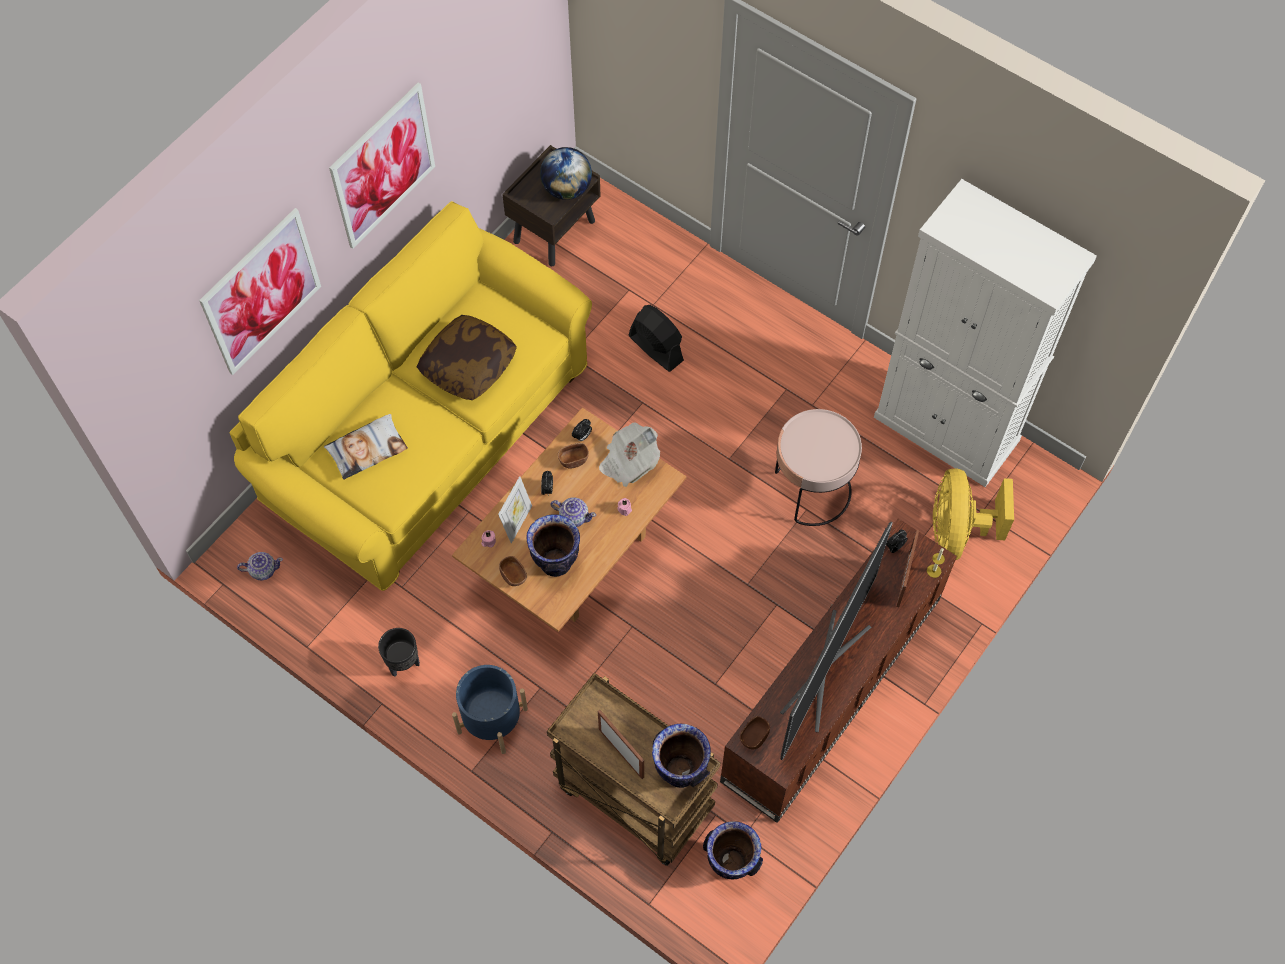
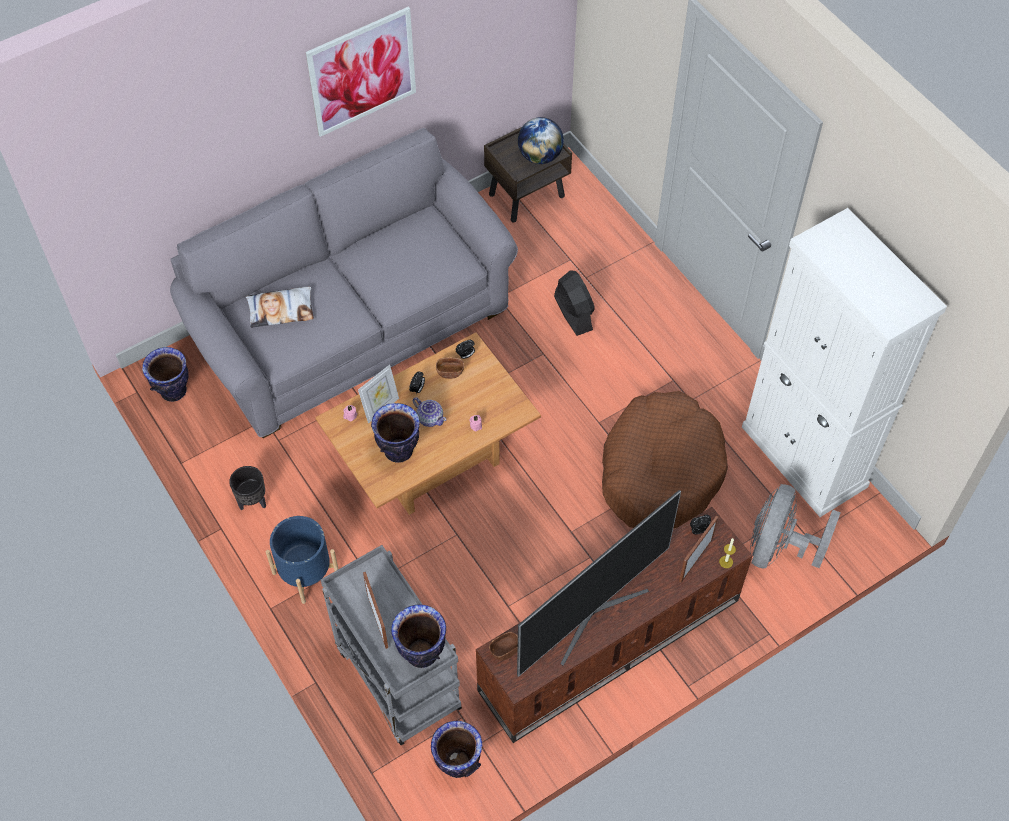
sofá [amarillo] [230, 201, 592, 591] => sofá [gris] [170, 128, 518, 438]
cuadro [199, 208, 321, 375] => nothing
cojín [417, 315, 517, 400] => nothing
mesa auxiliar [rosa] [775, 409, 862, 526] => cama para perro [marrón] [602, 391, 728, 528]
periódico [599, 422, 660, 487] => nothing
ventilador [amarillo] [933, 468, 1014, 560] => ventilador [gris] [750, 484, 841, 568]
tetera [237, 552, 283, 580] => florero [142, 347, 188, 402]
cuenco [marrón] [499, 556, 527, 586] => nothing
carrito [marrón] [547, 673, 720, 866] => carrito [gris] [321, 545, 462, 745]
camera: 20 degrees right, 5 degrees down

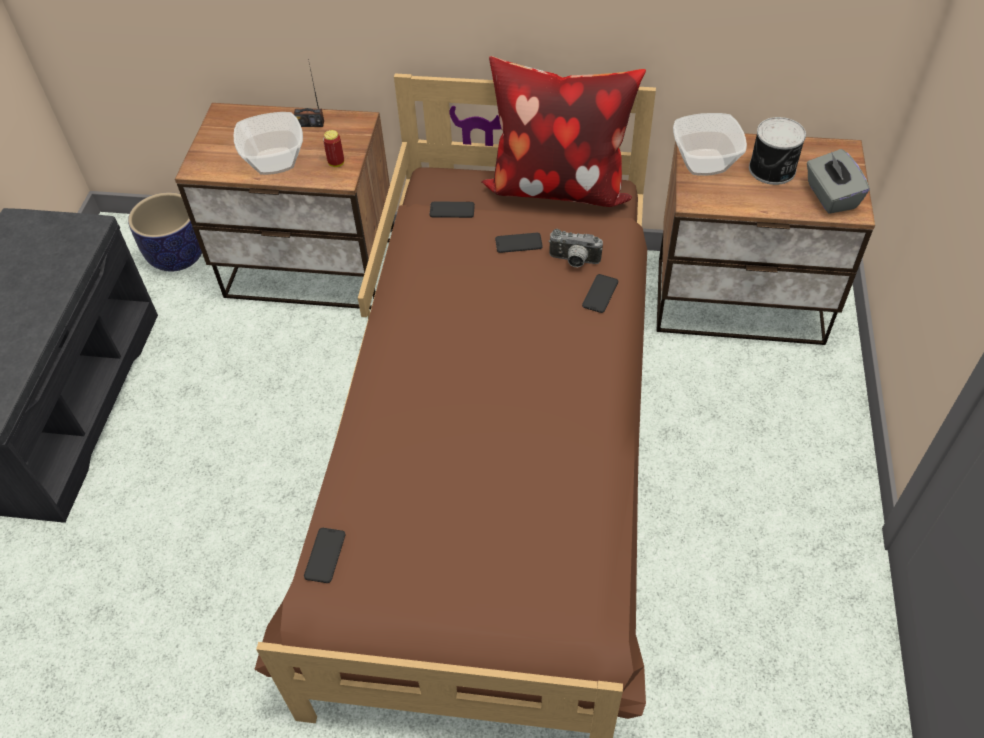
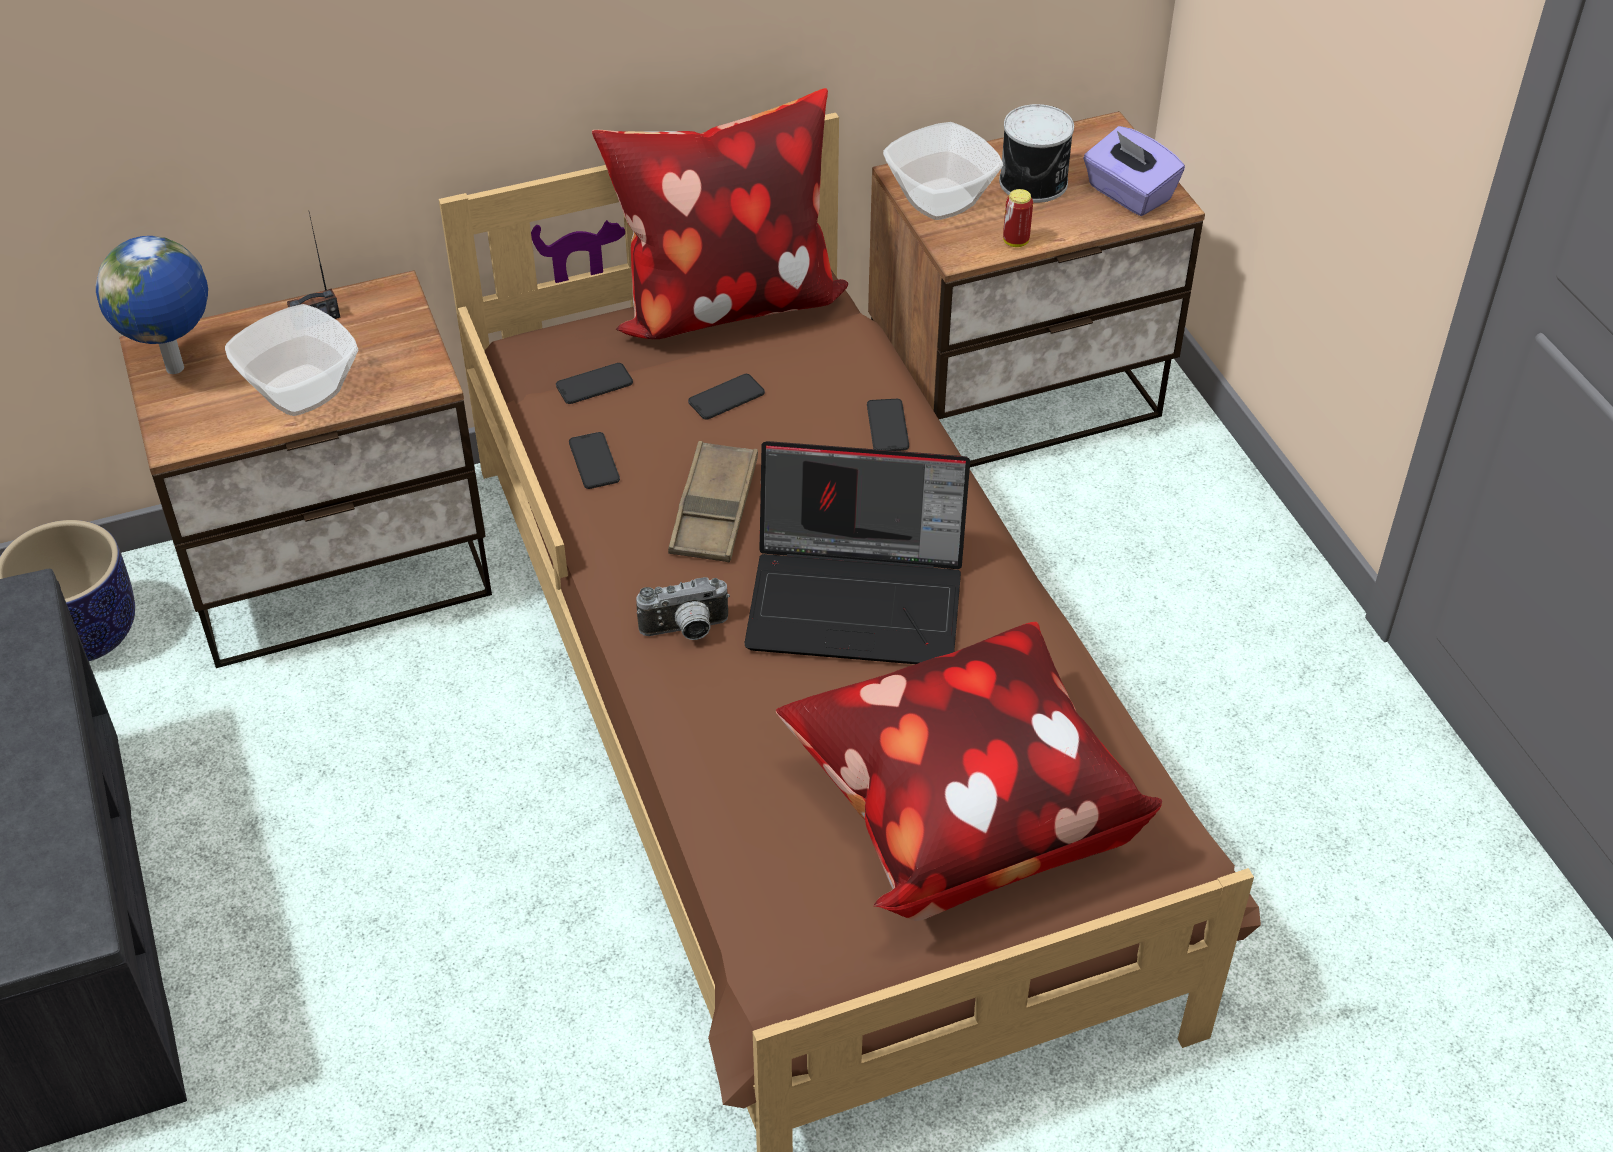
lata [323, 130, 344, 167] => lata [1003, 189, 1033, 247], moved
caja de pañuelos [gris] [807, 149, 870, 214] => caja de pañuelos [morado] [1083, 126, 1185, 216]
cámara [549, 229, 603, 267] => cámara [636, 577, 730, 640], moved
móvil [304, 528, 346, 583] => móvil [569, 432, 620, 489], moved
nothing => globo terráqueo [96, 236, 208, 374]
nothing => bandeja [marrón] [668, 441, 758, 562]
nothing => portátil [744, 441, 970, 664]
nothing => cojín [776, 622, 1162, 921]
camera: 30 degrees left, 5 degrees down

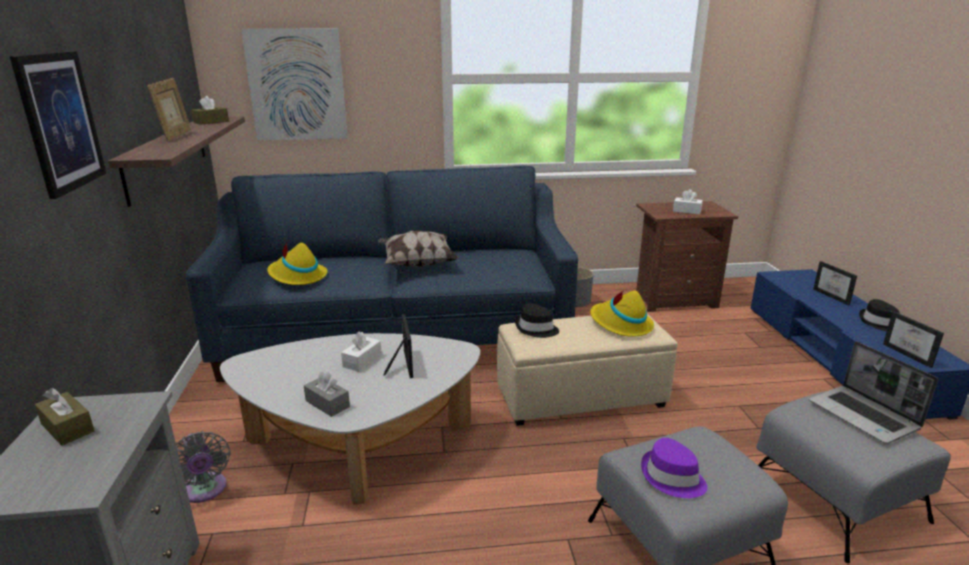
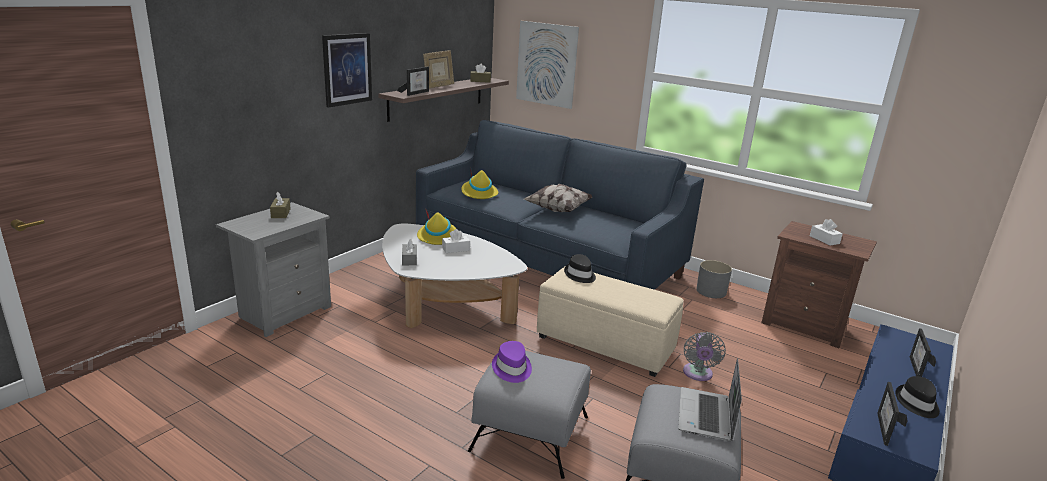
sombrero [amarillo] [590, 290, 654, 337] => sombrero [amarillo] [417, 208, 456, 245], moved
portarretratos [383, 314, 413, 378] => portarretratos [398, 67, 429, 96], moved
ventilador [gris] [176, 431, 230, 503] => ventilador [gris] [683, 332, 726, 381], moved
camera: 40 degrees right, 0 degrees up

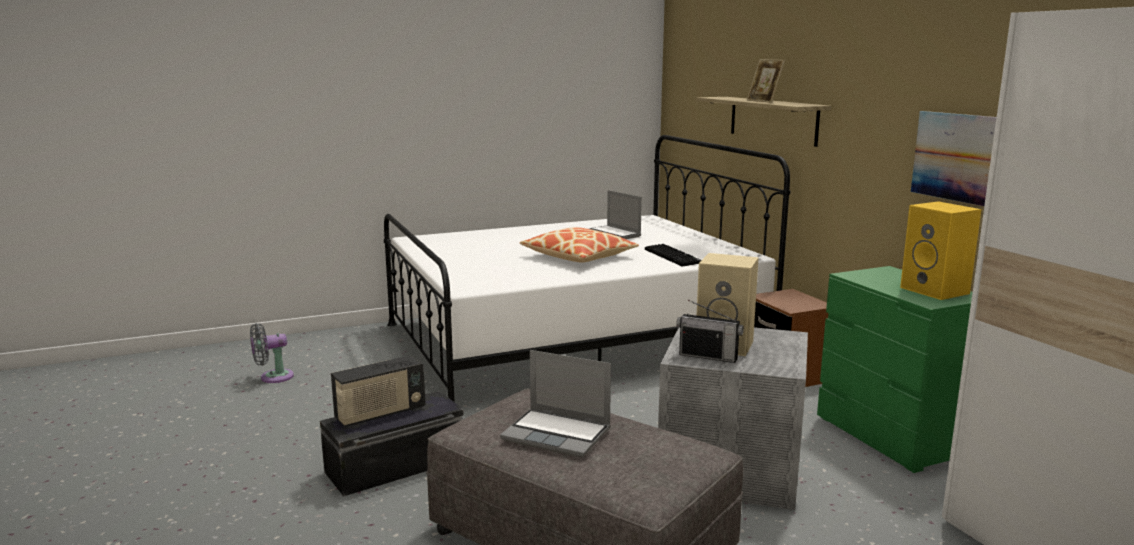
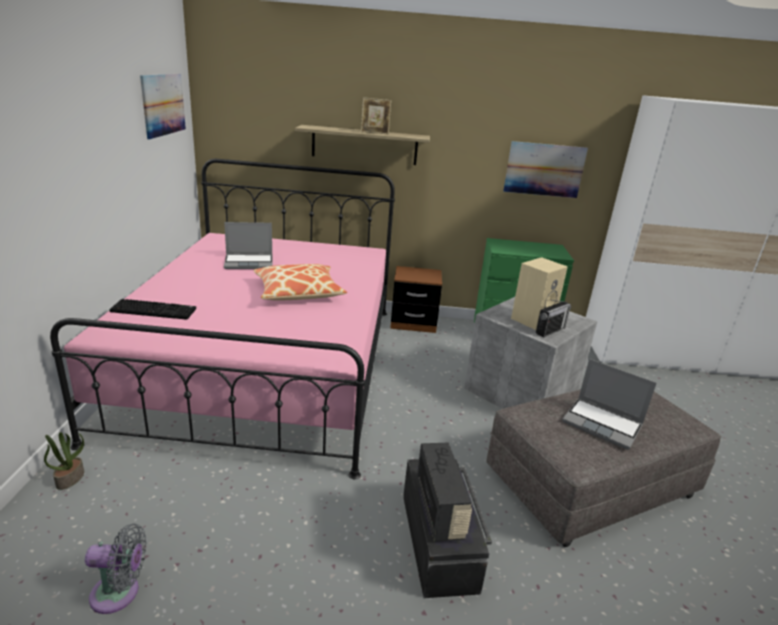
cama [blanco] [384, 135, 790, 402] => cama [rosa] [50, 159, 395, 479]
altavoz [amarillo] [900, 201, 981, 300] => nothing
teclado [645, 244, 701, 267] => teclado [109, 299, 196, 320], moved
ventilador [gris] [250, 323, 294, 383] => ventilador [gris] [85, 524, 146, 614], 90 degrees counterclockwise
portátil [500, 350, 611, 458] => portátil [562, 359, 657, 450], 75 degrees clockwise
nothing => cuadro [140, 74, 186, 139]
nothing => planta en maceta [44, 432, 84, 490]
camera: 65 degrees left, 10 degrees up

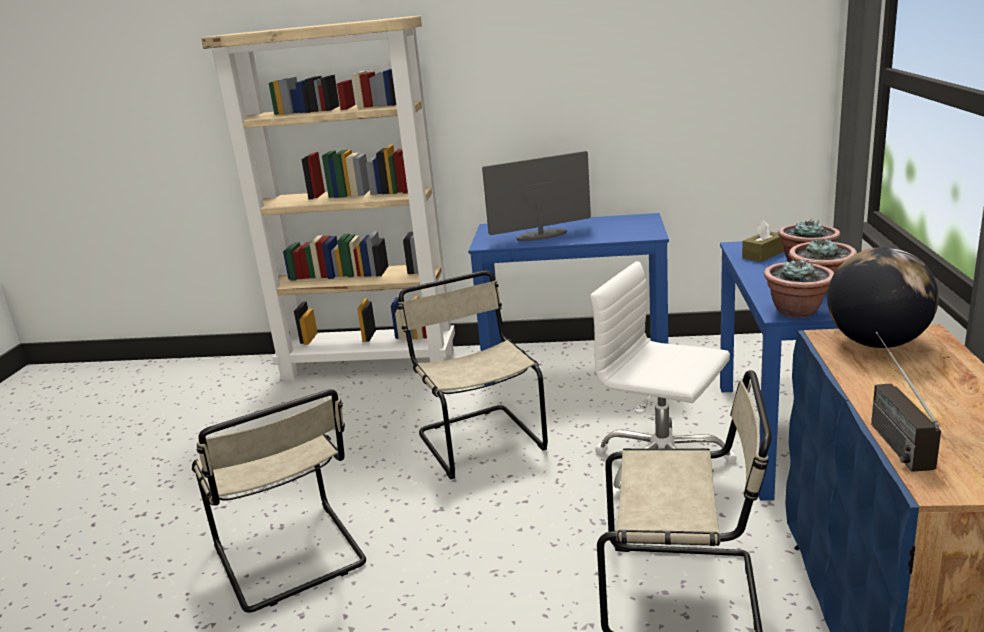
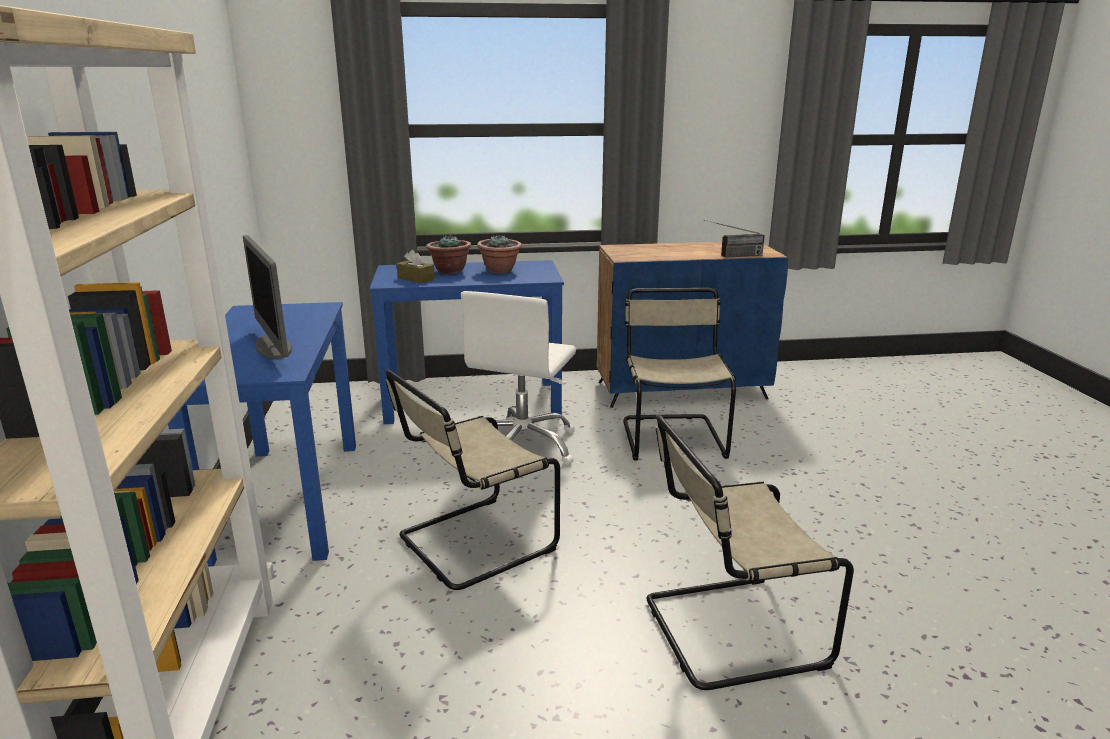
globo terráqueo [827, 247, 939, 348] => nothing
planta en maceta [764, 259, 834, 318] => nothing
silla [beis] [192, 389, 366, 613] => silla [beis] [647, 415, 854, 690], 150 degrees counterclockwise
camera: 105 degrees left, 0 degrees up

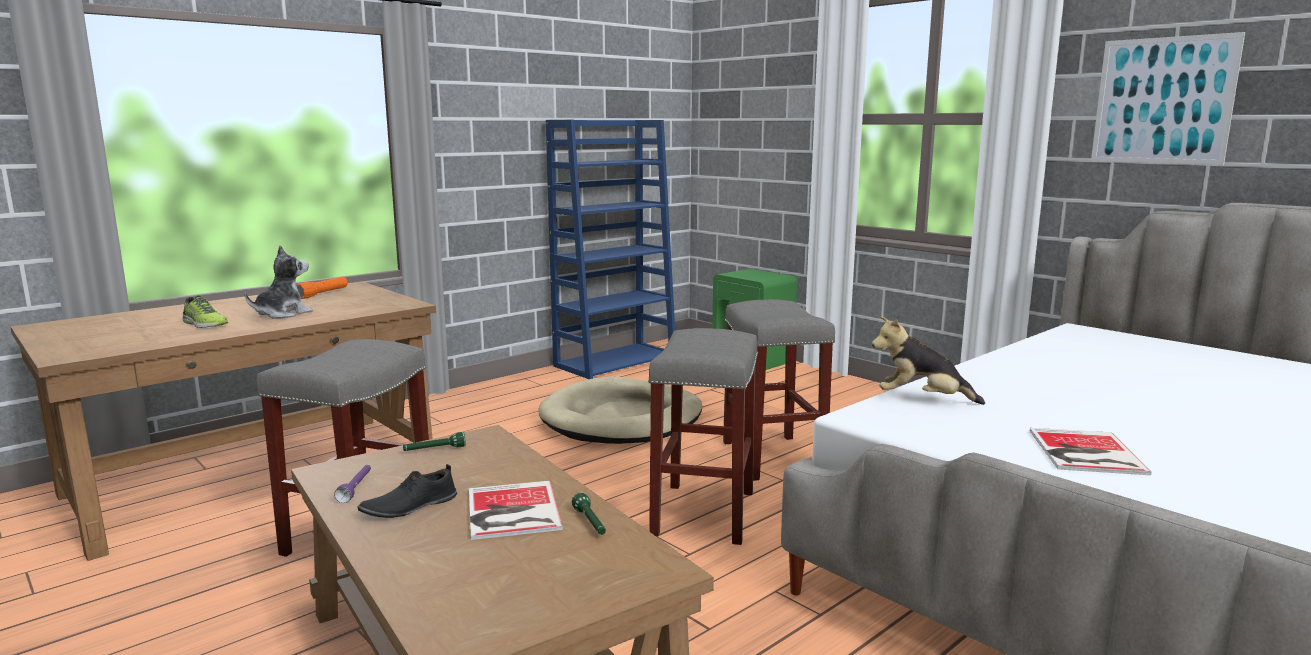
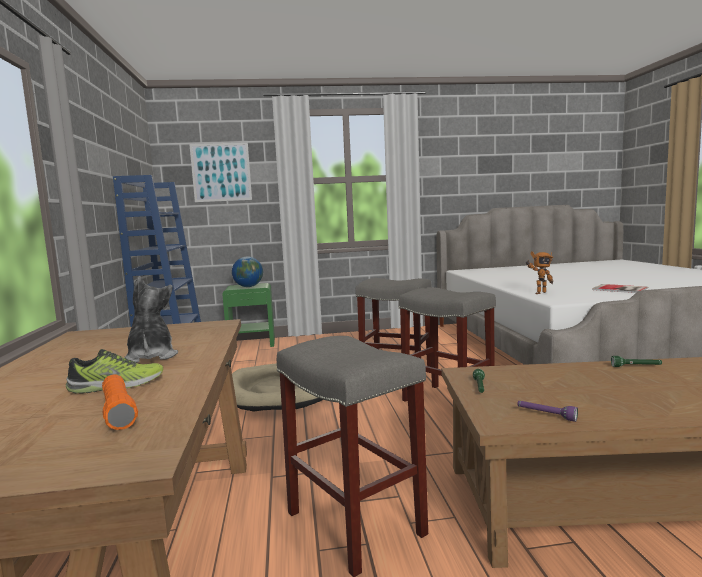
cuadro [1091, 32, 1245, 165] => cuadro [189, 142, 252, 202], moved
linterna [naranja] [296, 276, 348, 299] => linterna [naranja] [102, 374, 138, 430], moved
peluche [872, 316, 985, 405] => robot de juguete [526, 251, 553, 294]
zapato [negro] [357, 464, 457, 518] => nothing
libro [469, 481, 563, 540] => nothing
nothing => globo terráqueo [232, 257, 263, 287]
camera: 55 degrees left, 5 degrees down

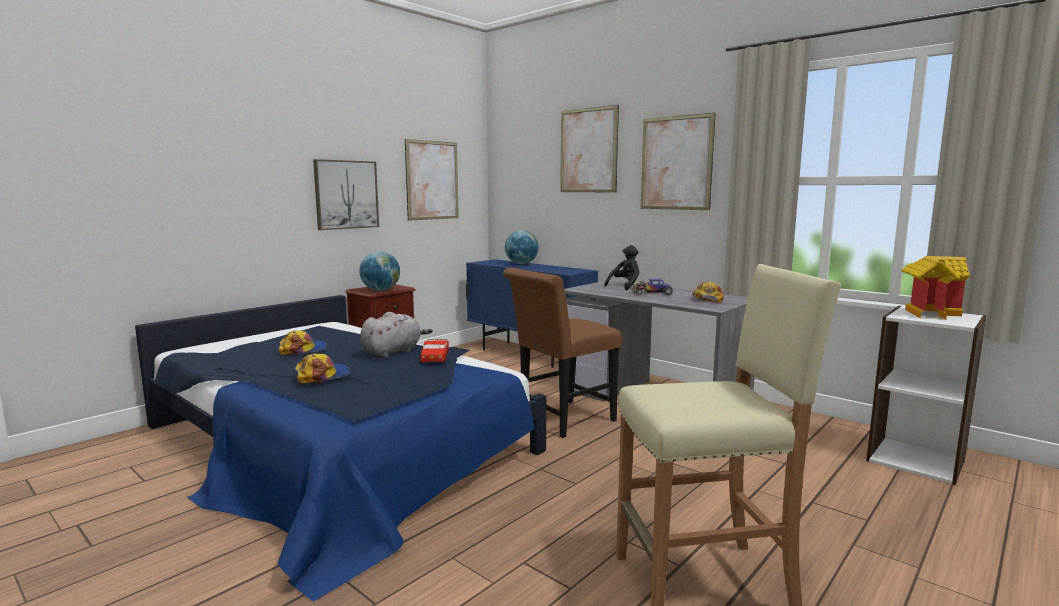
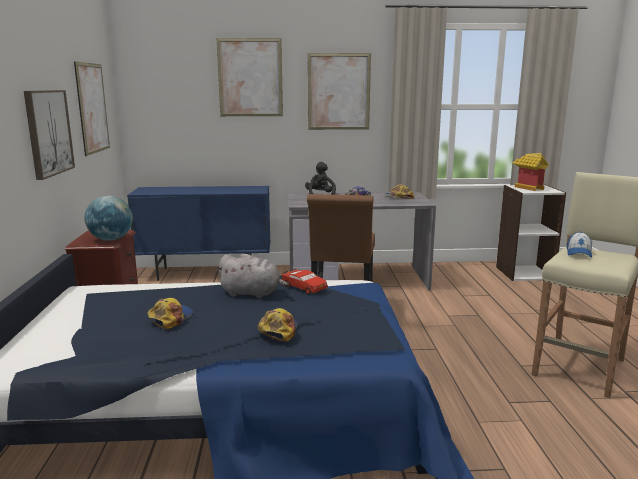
globo terráqueo [505, 230, 539, 264] => nothing
peluche [gris] [360, 312, 433, 358] => peluche [gris] [216, 254, 289, 299], 105 degrees clockwise
nothing => gorra [567, 232, 592, 258]
camera: 45 degrees left, 5 degrees up

